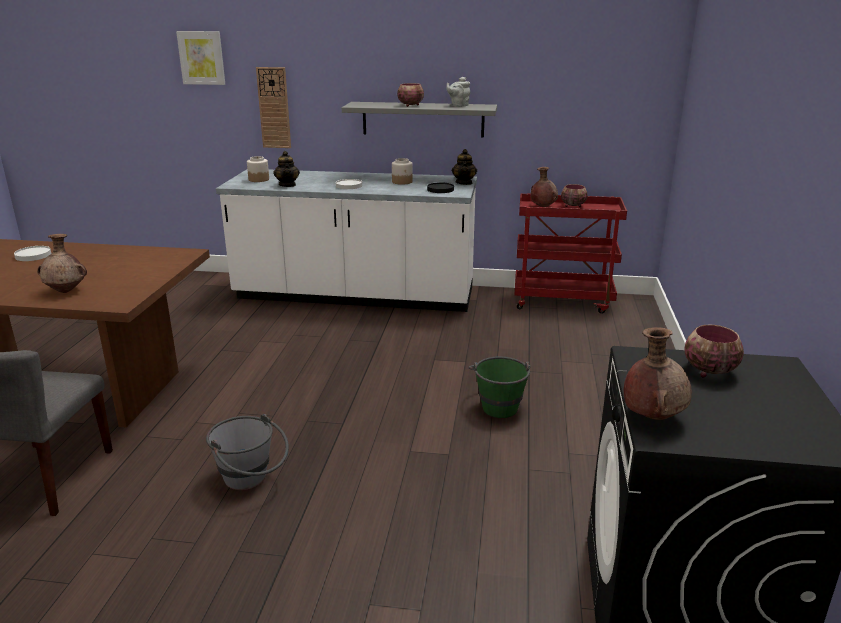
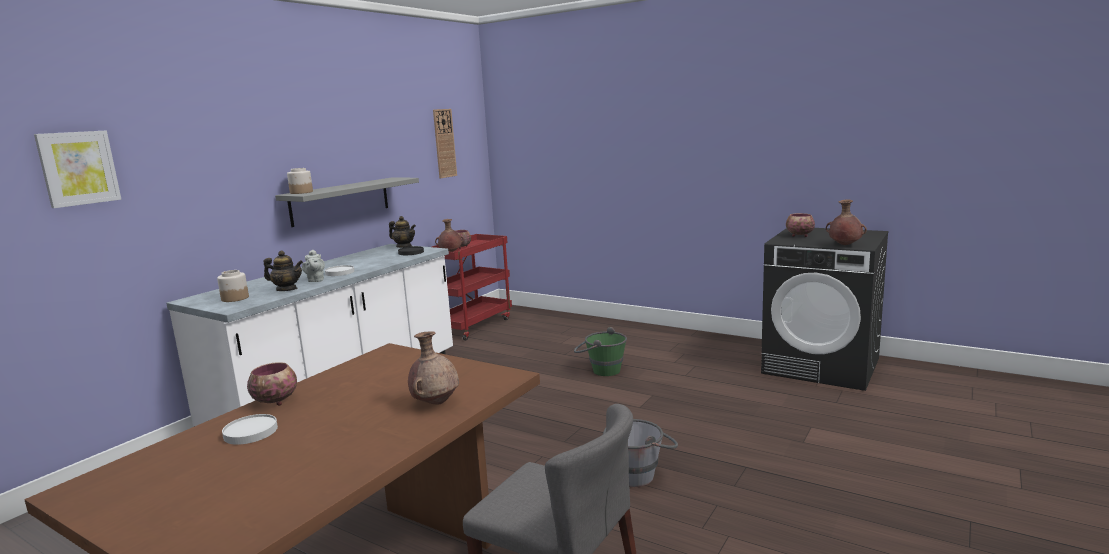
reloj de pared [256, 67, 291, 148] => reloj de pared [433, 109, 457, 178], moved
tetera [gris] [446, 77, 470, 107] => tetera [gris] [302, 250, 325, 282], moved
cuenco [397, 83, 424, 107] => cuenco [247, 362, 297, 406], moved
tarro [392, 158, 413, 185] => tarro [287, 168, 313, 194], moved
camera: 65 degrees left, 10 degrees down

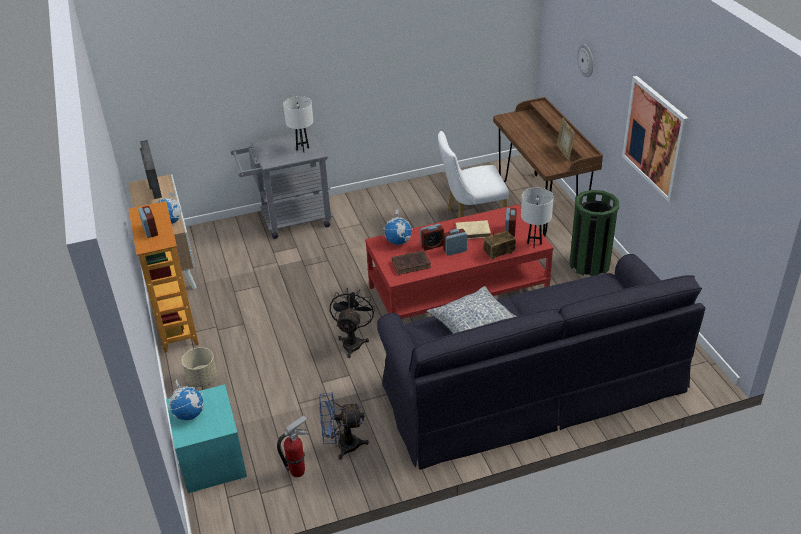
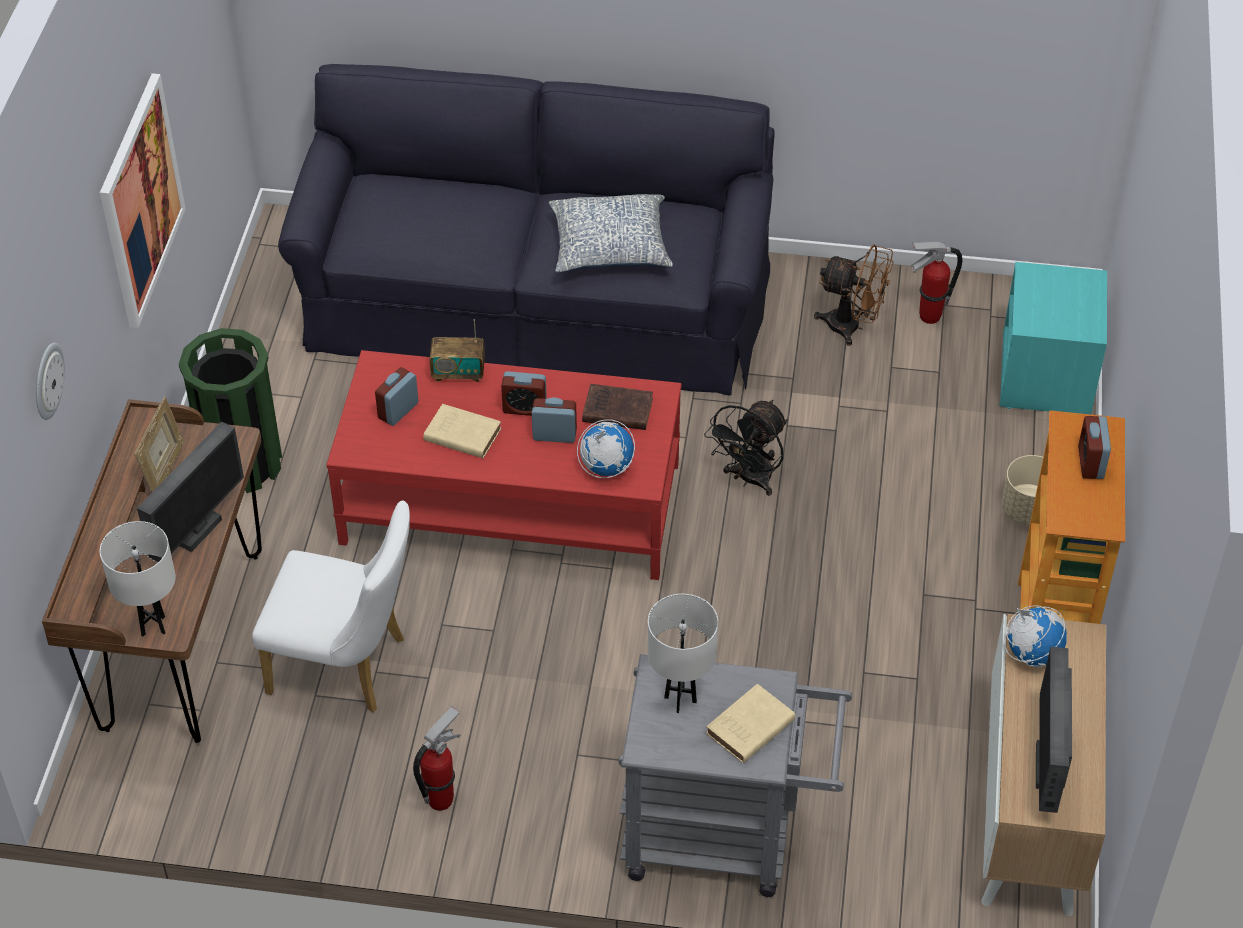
lámpara de mesa [blanco] [521, 188, 554, 248] => lámpara de mesa [blanco] [100, 521, 176, 637], moved
globo terráqueo [168, 379, 204, 420] => nothing
ventilador [azul] [319, 392, 369, 460] => ventilador [marrón] [814, 245, 894, 346]
nothing => monitor [137, 421, 244, 562]
nothing => libro [beis] [706, 684, 796, 763]
nothing => extintor [413, 706, 460, 811]
camera: 155 degrees left, 10 degrees up

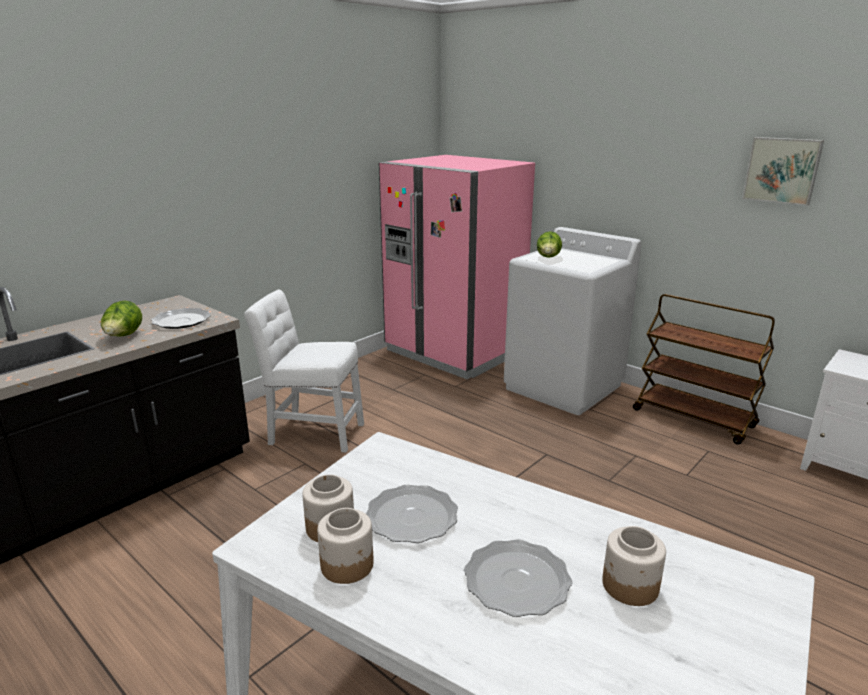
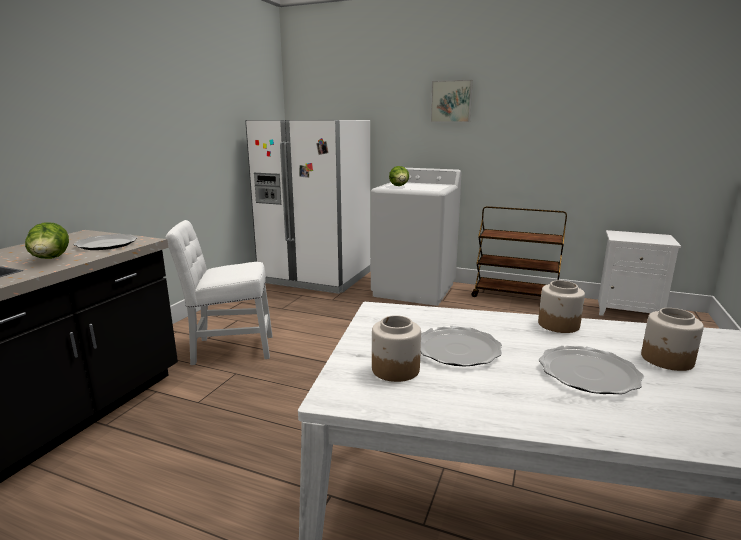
cuadro [742, 137, 824, 206] => cuadro [430, 80, 473, 122], moved
nevera [rosa] [379, 155, 535, 379] => nevera [blanco] [245, 120, 370, 294]
tarro [317, 508, 374, 584] => tarro [538, 280, 585, 333], moved
camera: 20 degrees left, 5 degrees down

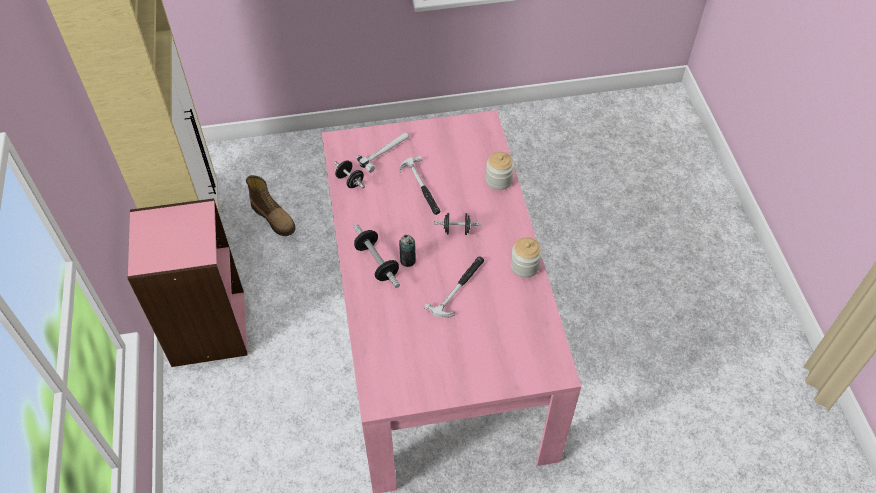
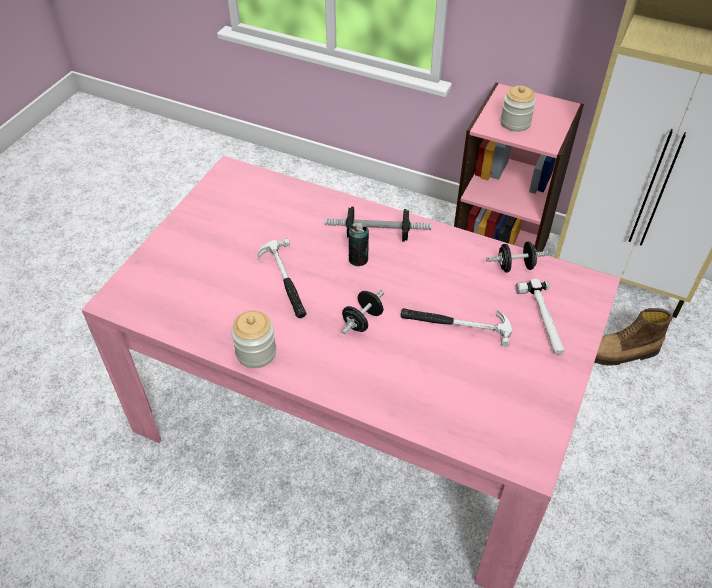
tarro [486, 152, 514, 190] => tarro [500, 86, 536, 132], moved
camera: 125 degrees right, 5 degrees down

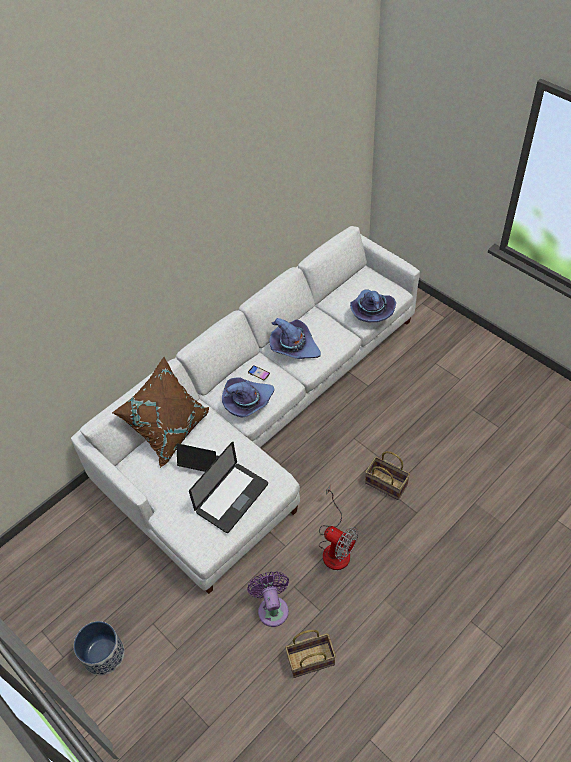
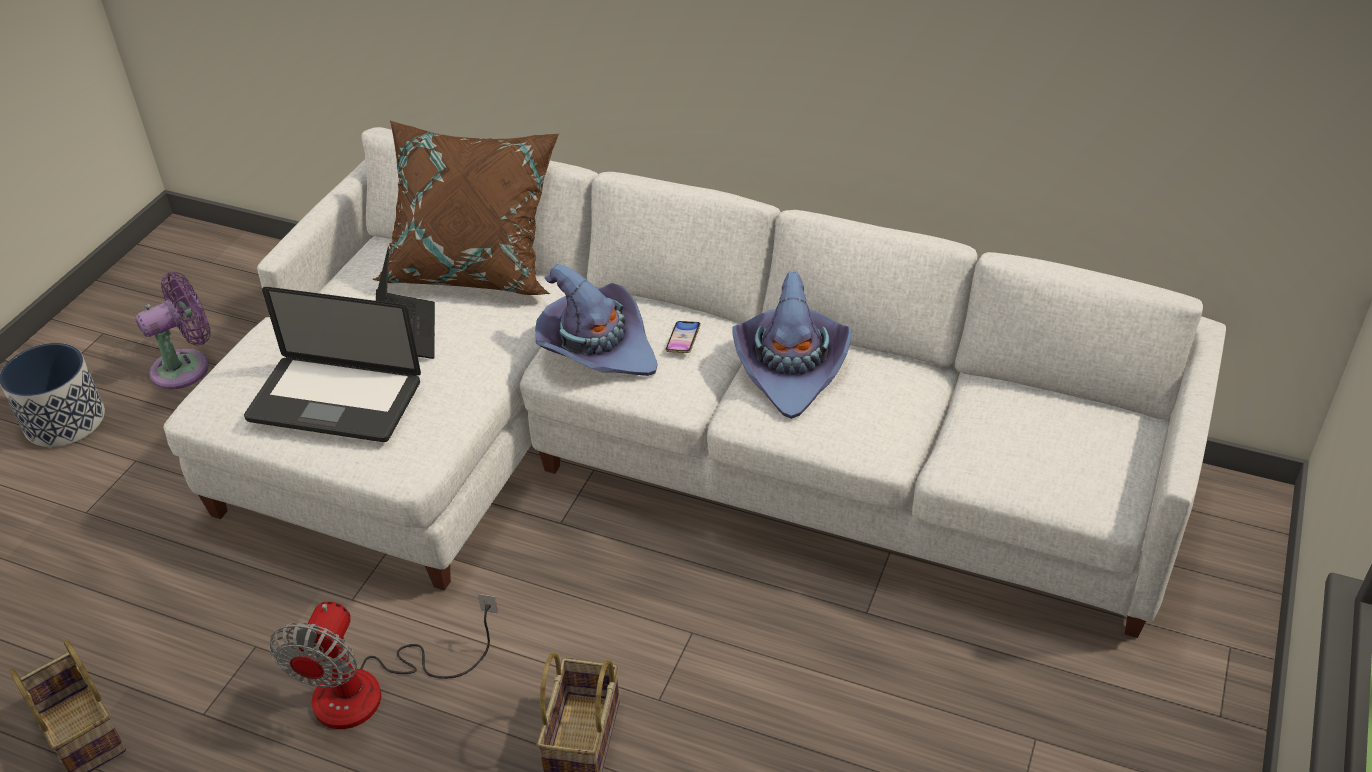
sombrero [morado] [350, 289, 396, 322] => nothing
ventilador [morado] [247, 572, 289, 627] => ventilador [morado] [135, 272, 211, 389], moved
camera: 65 degrees right, 10 degrees down

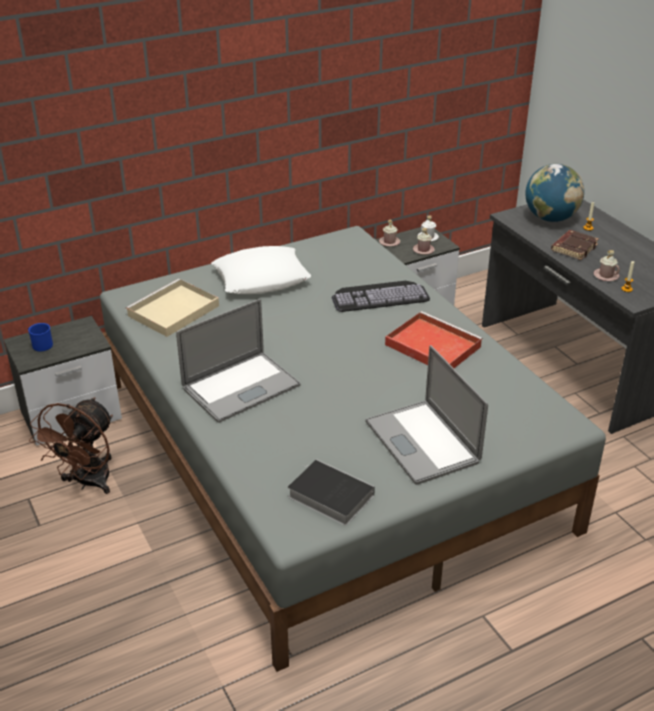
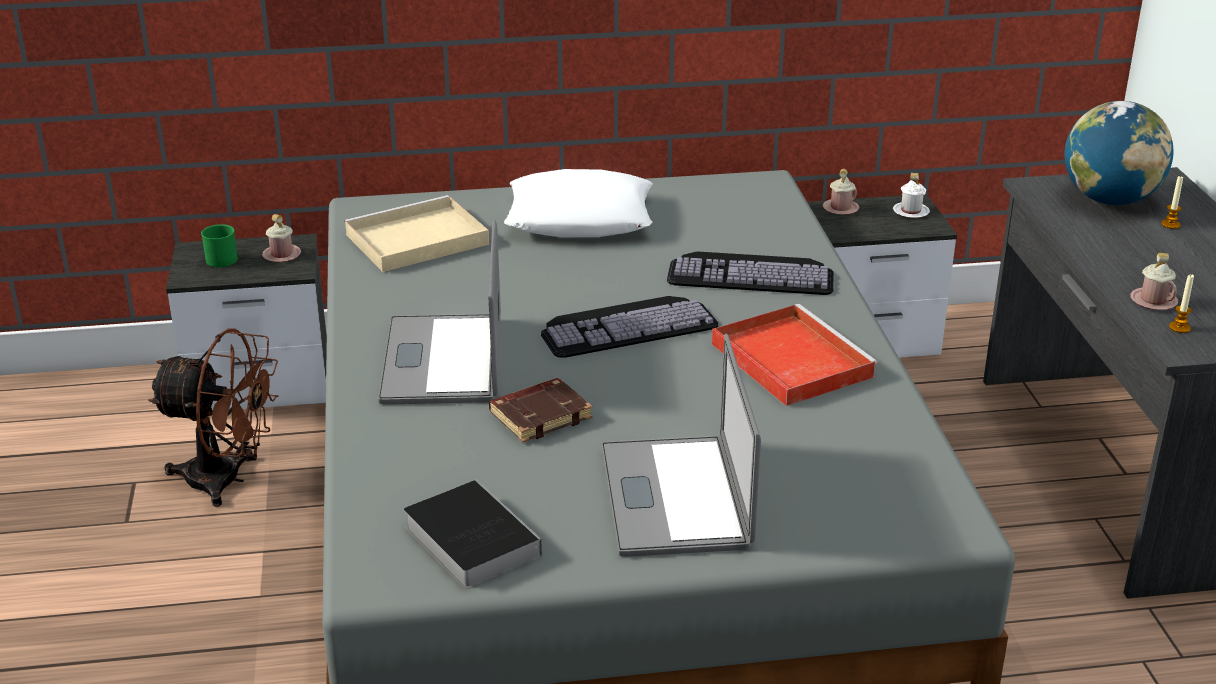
taza grande [rosa] [413, 228, 435, 255] => taza grande [rosa] [262, 214, 301, 262], moved
libro [marrón] [551, 230, 599, 260] => libro [marrón] [489, 378, 592, 442], moved
portátil [176, 299, 300, 423] => portátil [379, 220, 501, 405], 105 degrees clockwise
taza grande [azul] [28, 323, 53, 351] => taza grande [verde] [201, 224, 238, 267]
ventilador [marrón] [29, 397, 113, 494] => ventilador [marrón] [148, 328, 278, 507], 120 degrees counterclockwise
nothing => teclado [541, 296, 718, 358]
camera: 20 degrees right, 5 degrees down

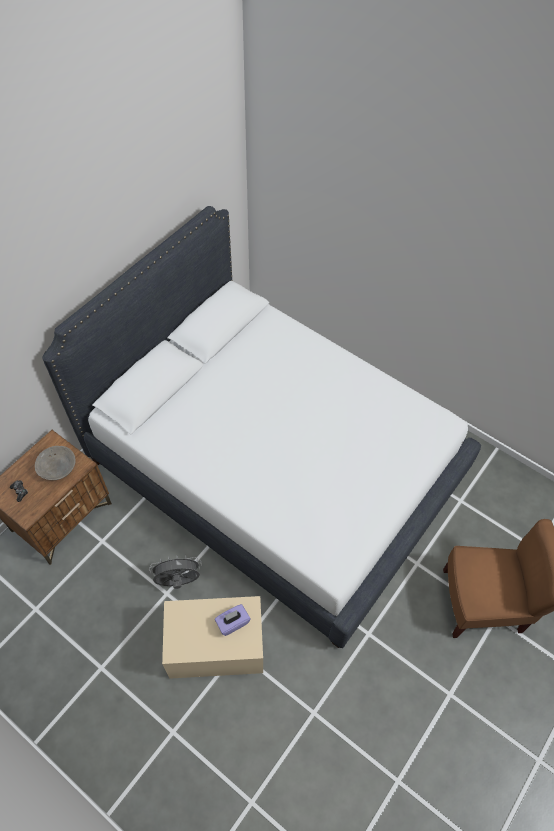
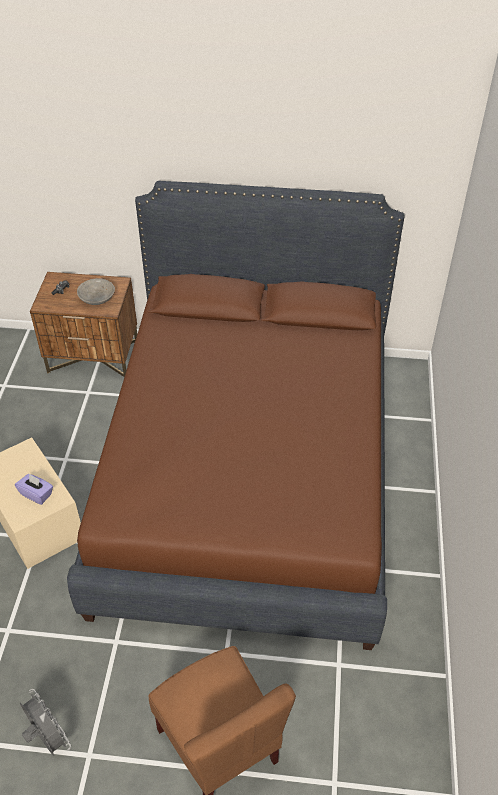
cama [blanco] [42, 206, 481, 648] => cama [marrón] [67, 181, 405, 650]
ventilador [gris] [149, 555, 202, 589] => ventilador [gris] [20, 689, 71, 756], moved
camera: 60 degrees right, 10 degrees down

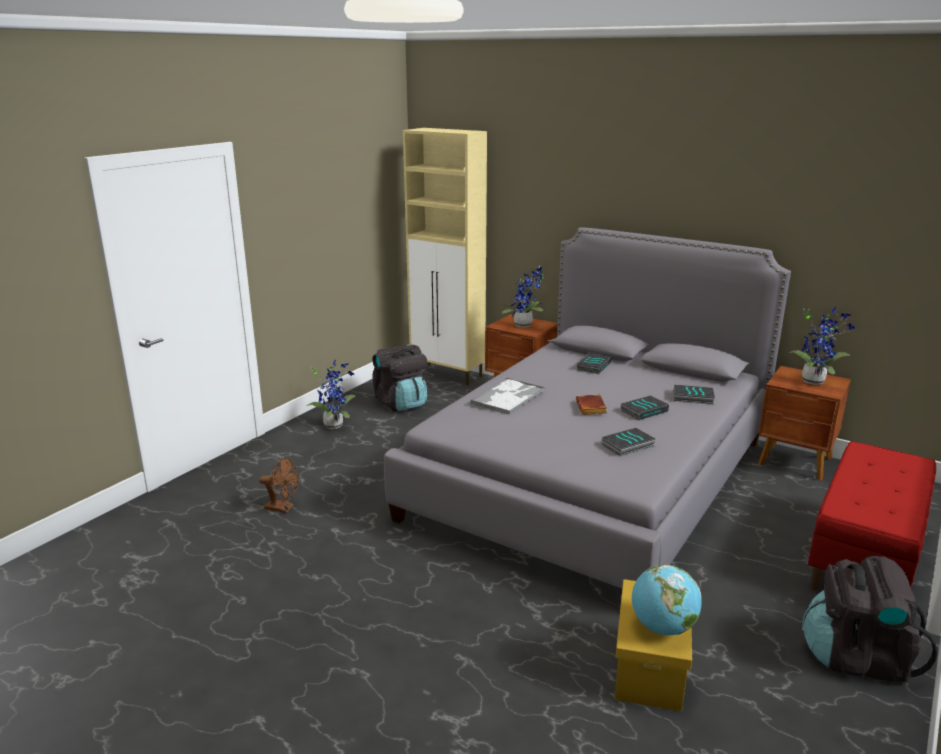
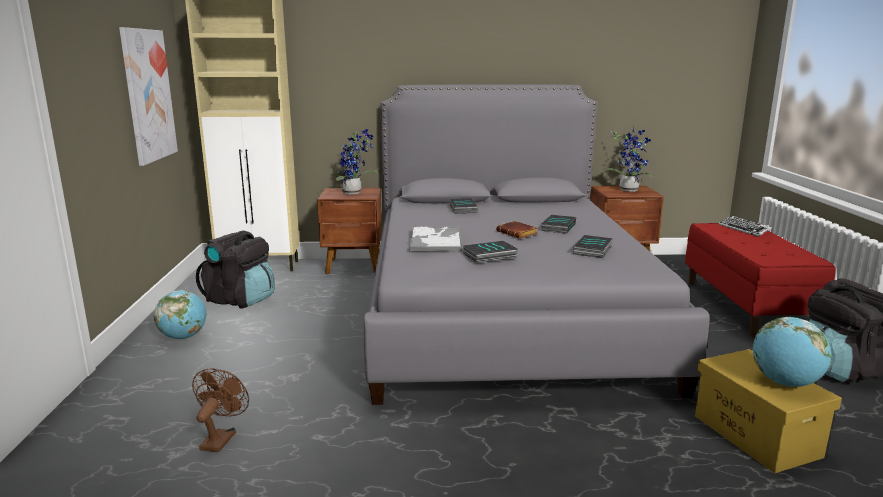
planta en maceta [307, 360, 356, 429] => globo terráqueo [154, 290, 206, 339]
libro [674, 385, 715, 405] => libro [463, 241, 517, 263], moved
ventilador [marrón] [259, 458, 299, 513] => ventilador [marrón] [192, 368, 249, 452], 60 degrees counterclockwise
nothing => cuadro [119, 27, 178, 166]
nothing => teclado [718, 215, 772, 237]
camera: 35 degrees left, 5 degrees down

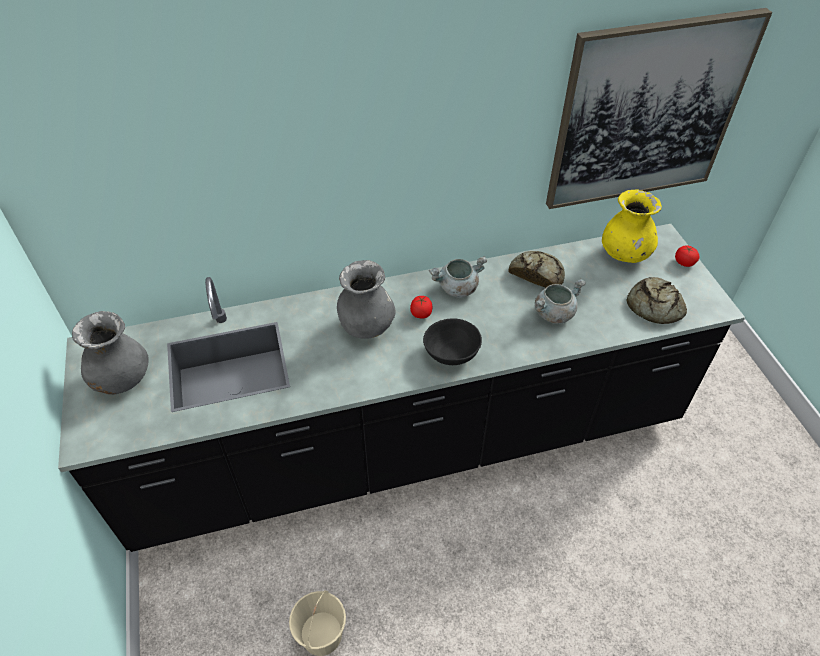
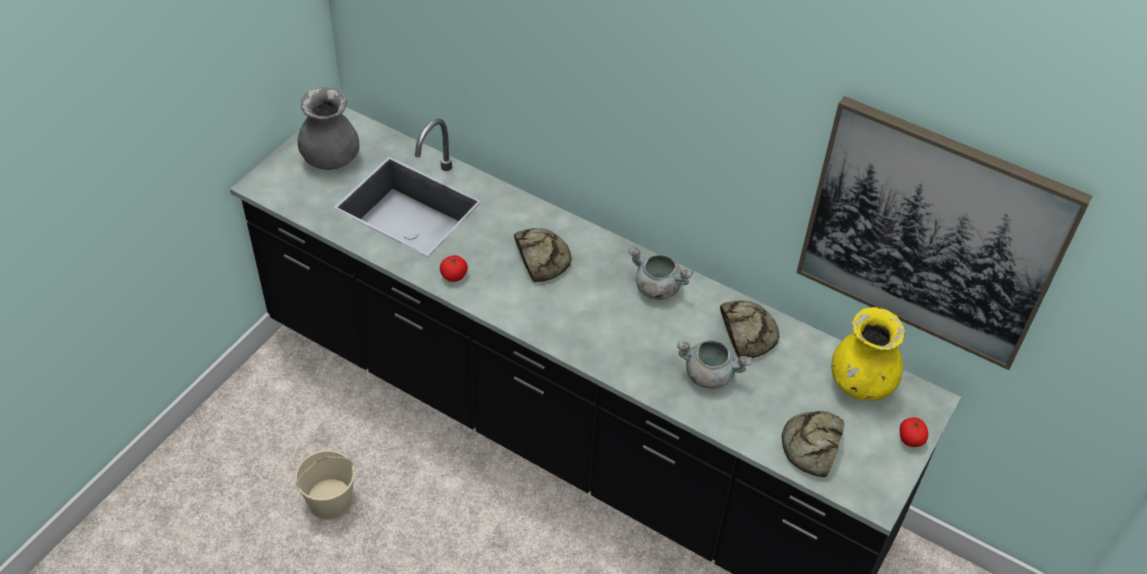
florero [gris] [337, 260, 396, 339] => pan [514, 228, 572, 282]
tomate [410, 296, 432, 319] => tomate [440, 255, 468, 282], moved
cuenco [negro] [423, 318, 482, 365] => nothing
camera: 45 degrees right, 0 degrees up

